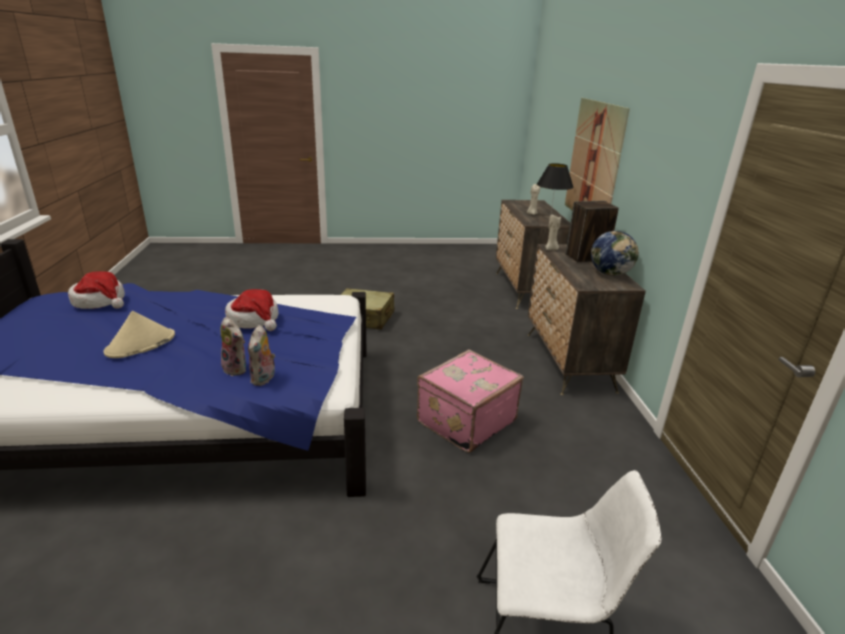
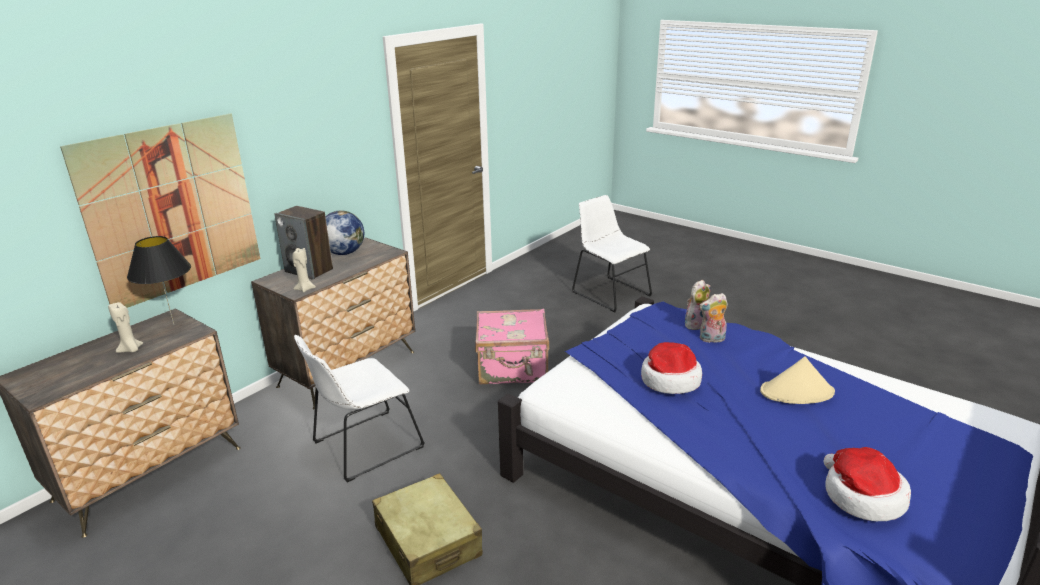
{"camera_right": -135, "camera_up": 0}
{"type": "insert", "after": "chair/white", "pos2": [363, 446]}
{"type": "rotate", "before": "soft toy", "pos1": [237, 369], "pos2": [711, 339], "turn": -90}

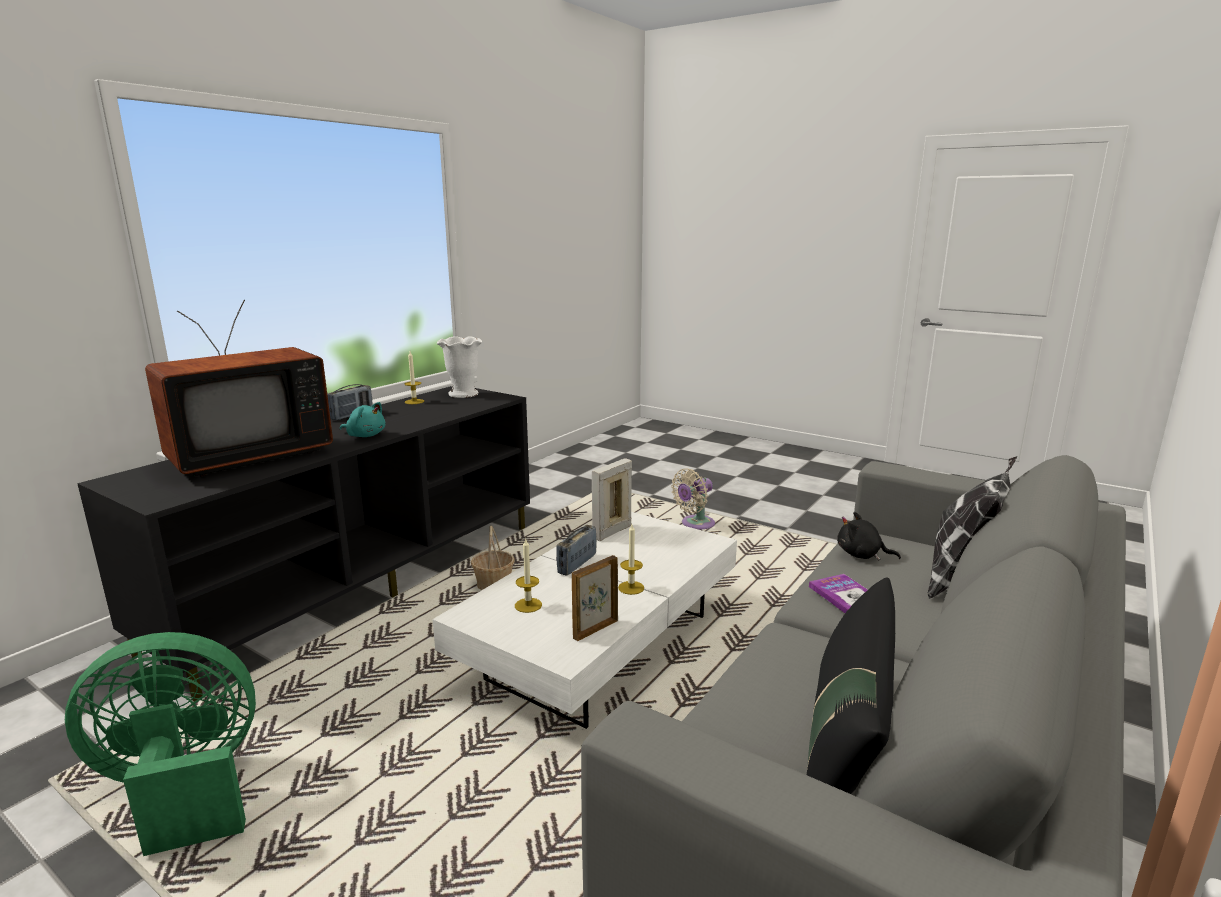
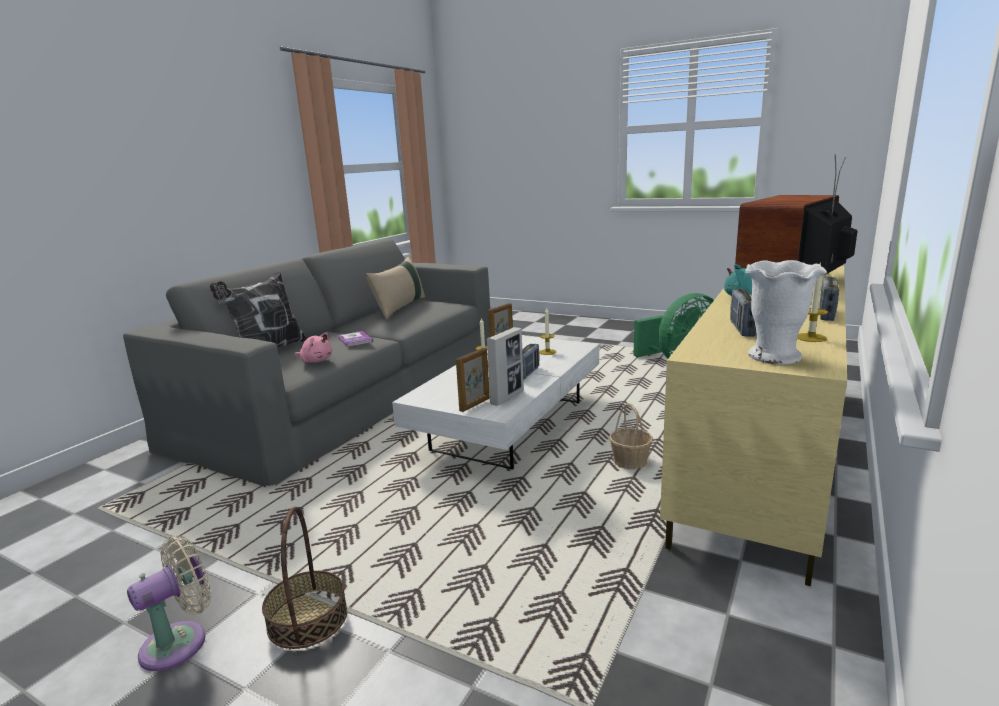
{"camera_right": 175, "camera_up": 0}
{"type": "move", "before": "fan/beige-coloured", "pos1": [695, 524], "pos2": [180, 642]}
{"type": "insert", "after": "storage basket", "pos2": [307, 618]}
{"type": "recolor", "before": "soft toy/black-coloured", "after": "soft toy/pink-coloured", "pos1": [862, 555], "pos2": [316, 361]}
{"type": "recolor", "before": "pillow/black-coloured", "after": "pillow/beige-coloured", "pos1": [846, 743], "pos2": [400, 308]}
{"type": "insert", "after": "standing frame", "pos2": [475, 404]}
{"type": "recolor", "before": "tv unit/black-coloured", "after": "tv unit/beige-coloured", "pos1": [362, 581], "pos2": [762, 453]}
{"type": "insert", "after": "radio receiver", "pos2": [742, 329]}

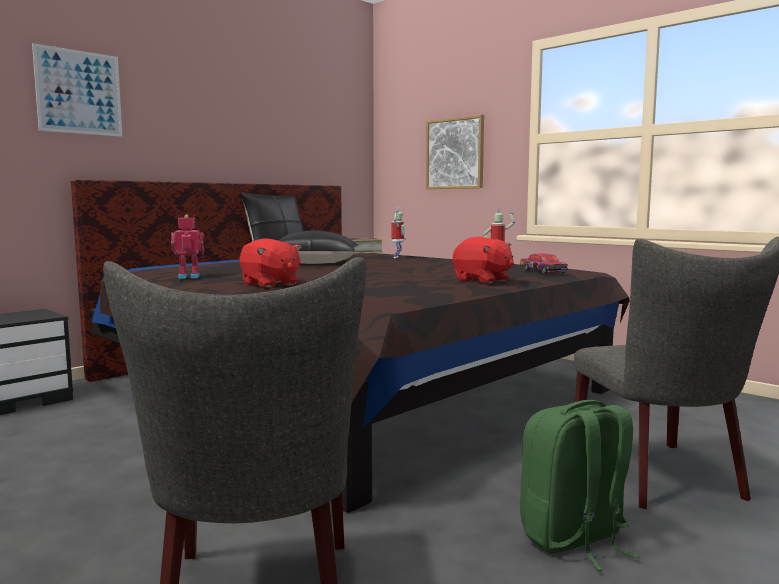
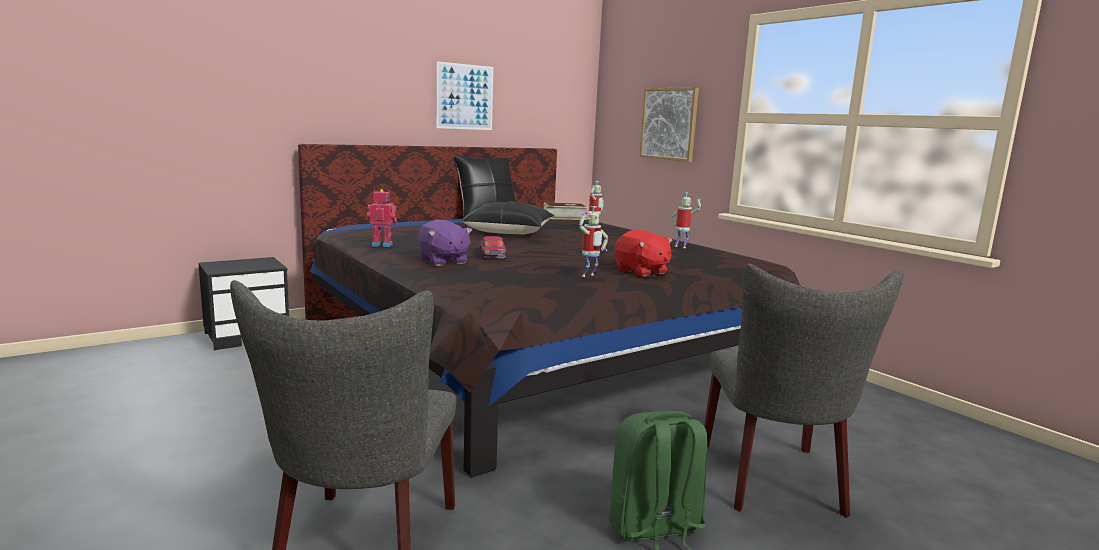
{"camera_right": 10, "camera_up": 5}
{"type": "recolor", "before": "soft toy/reddish", "after": "soft toy/purplish", "pos1": [270, 284], "pos2": [443, 261]}
{"type": "move", "before": "wall picture", "pos1": [79, 92], "pos2": [465, 97]}
{"type": "move", "before": "miniature car", "pos1": [543, 271], "pos2": [493, 255]}
{"type": "insert", "after": "toy robot", "pos2": [589, 276]}

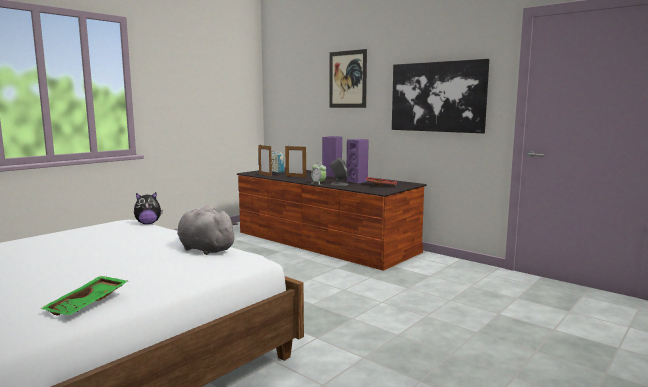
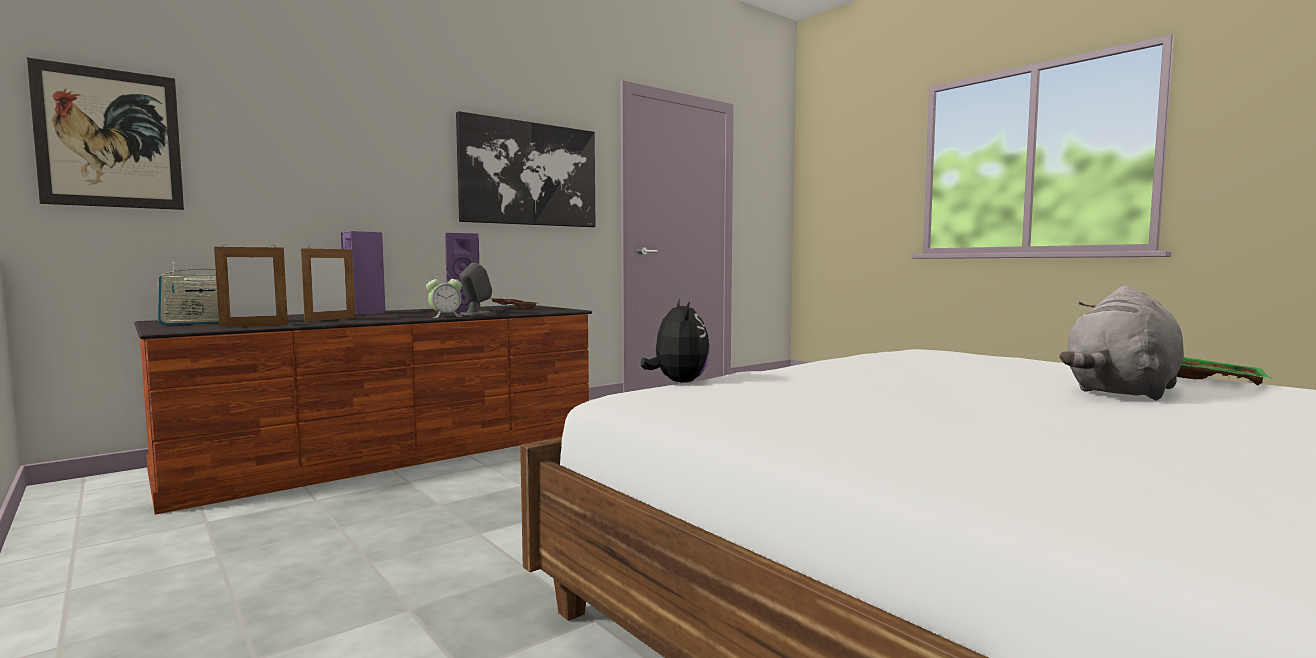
{"camera_right": -80, "camera_up": -5}
{"type": "move", "before": "wall picture", "pos1": [347, 79], "pos2": [110, 138]}
{"type": "move", "before": "soft toy/gray", "pos1": [204, 249], "pos2": [1122, 392]}

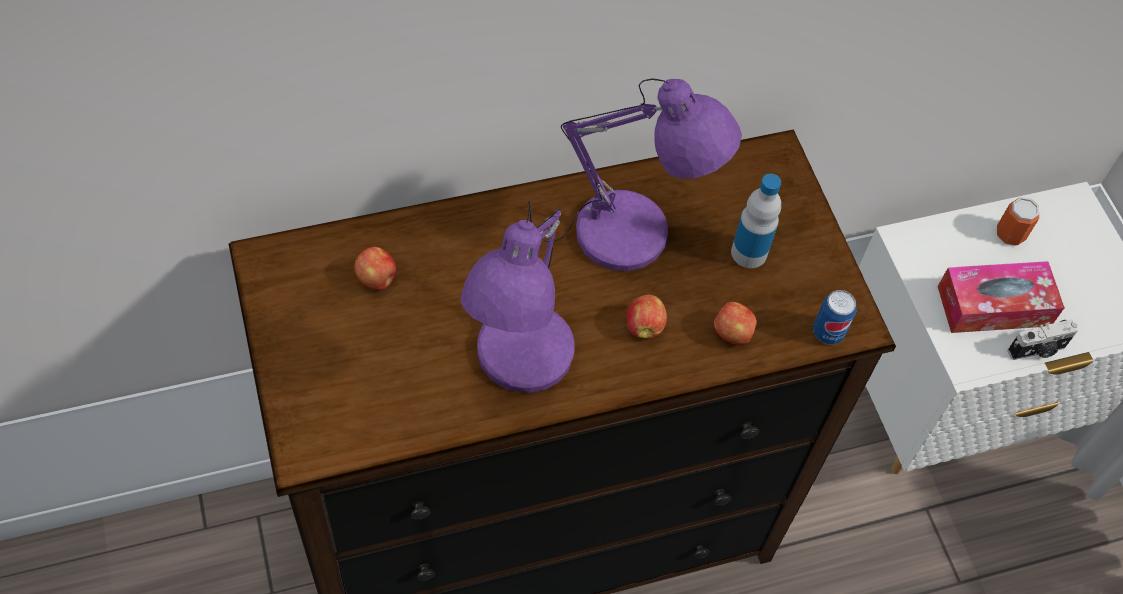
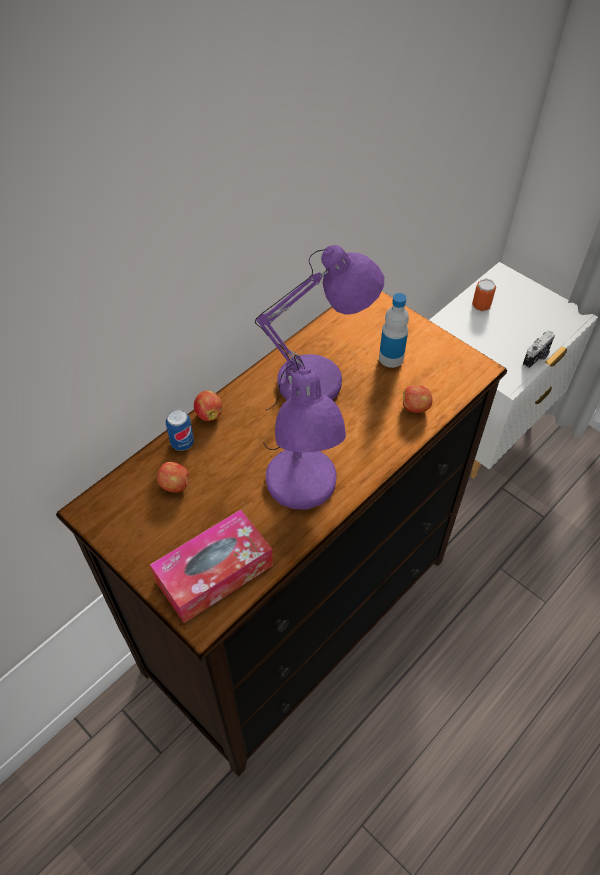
{"camera_right": -25, "camera_up": -5}
{"type": "move", "before": "box of tissues", "pos1": [994, 306], "pos2": [214, 573]}
{"type": "move", "before": "can", "pos1": [828, 332], "pos2": [182, 443]}
{"type": "move", "before": "whole apple", "pos1": [644, 326], "pos2": [209, 414]}

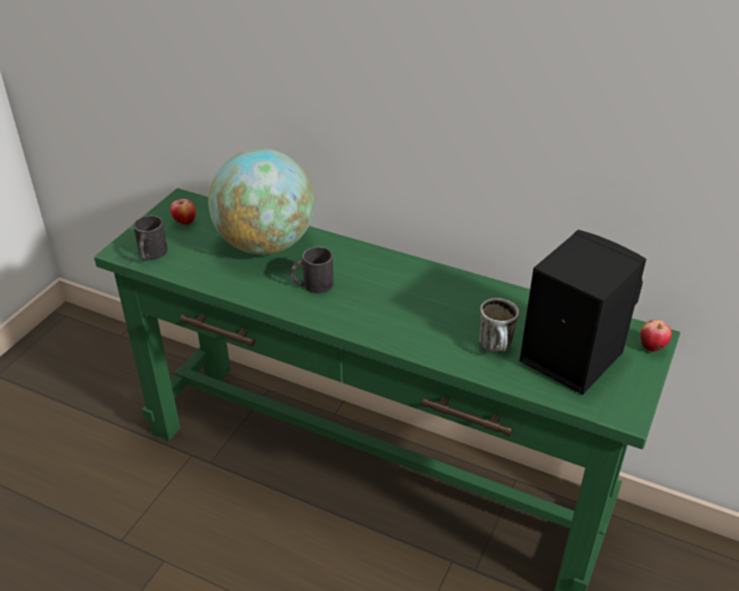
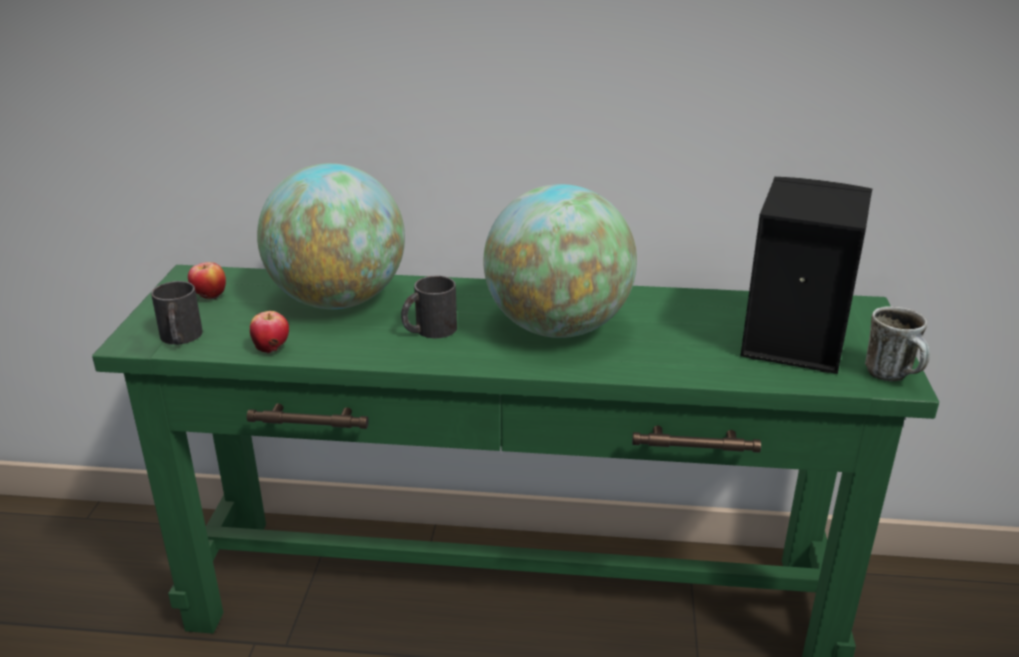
{"camera_right": -20, "camera_up": -10}
{"type": "move", "before": "whole apple", "pos1": [652, 347], "pos2": [272, 349]}
{"type": "insert", "after": "globe", "pos2": [558, 328]}
{"type": "move", "before": "mug", "pos1": [497, 348], "pos2": [894, 376]}

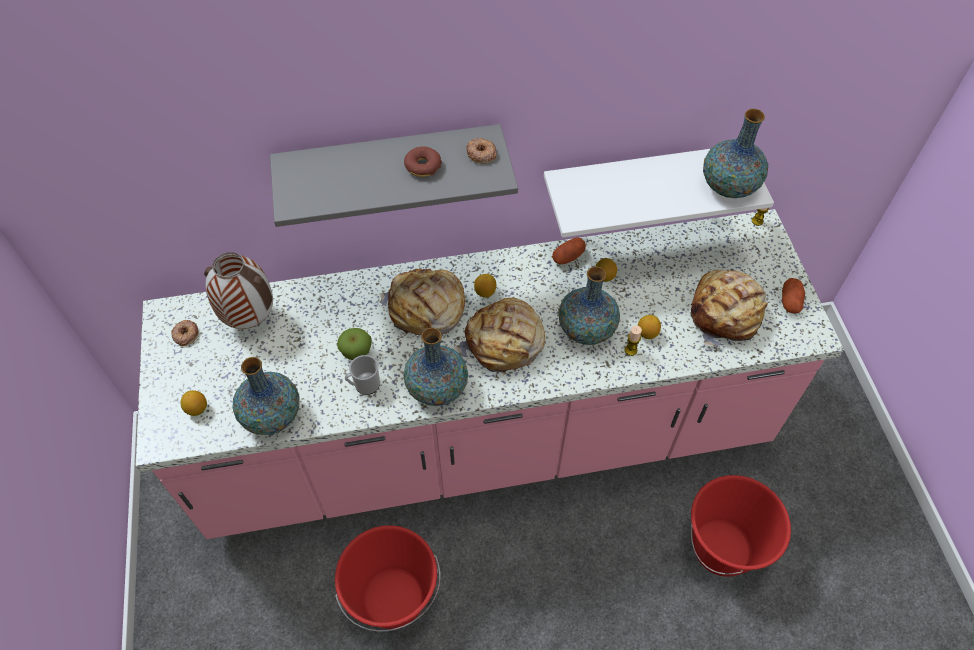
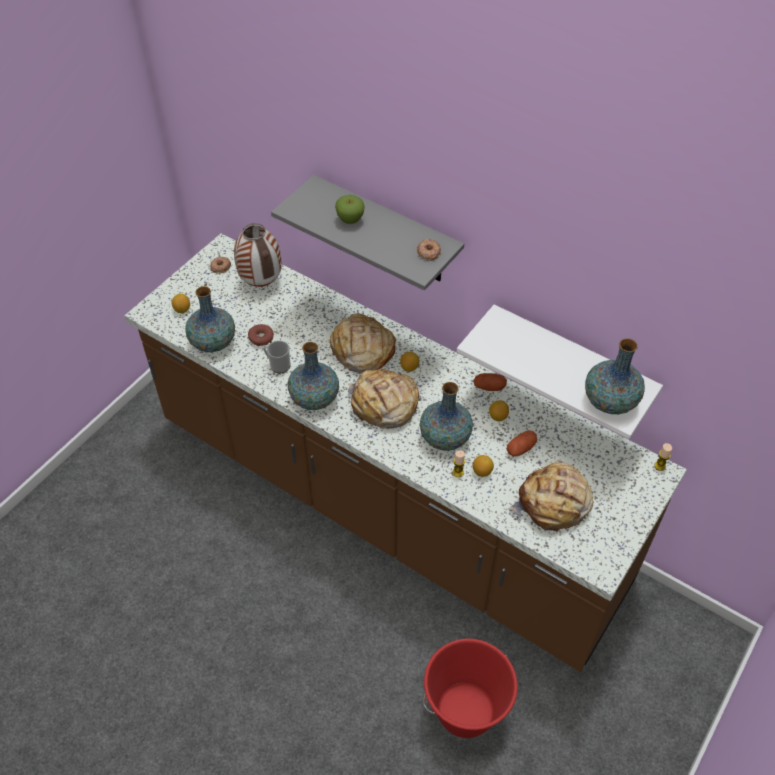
{"camera_right": 45, "camera_up": -5}
{"type": "recolor", "before": "kitchen counter/pink-coloured", "after": "kitchen counter/brownish", "pos1": [487, 439], "pos2": [387, 503]}
{"type": "move", "before": "ring doughnut", "pos1": [422, 166], "pos2": [261, 338]}
{"type": "move", "before": "whole apple", "pos1": [356, 353], "pos2": [350, 220]}
{"type": "move", "before": "spud", "pos1": [790, 301], "pos2": [521, 448]}
{"type": "delete", "before": "pail/reddish", "pos1": [393, 598]}

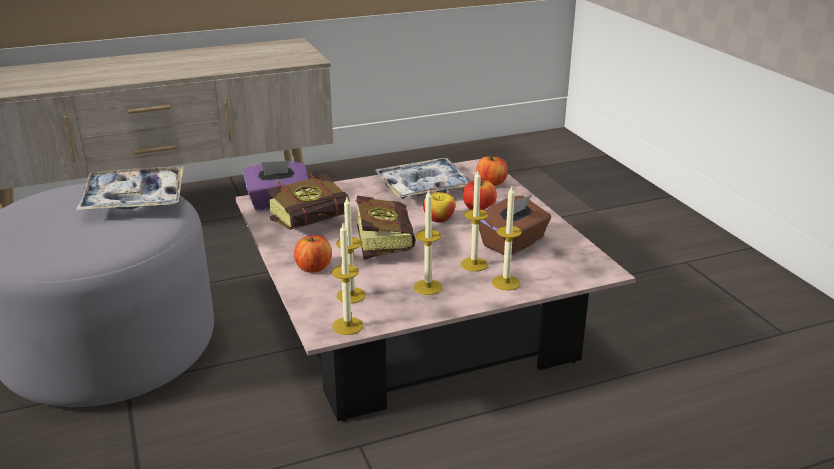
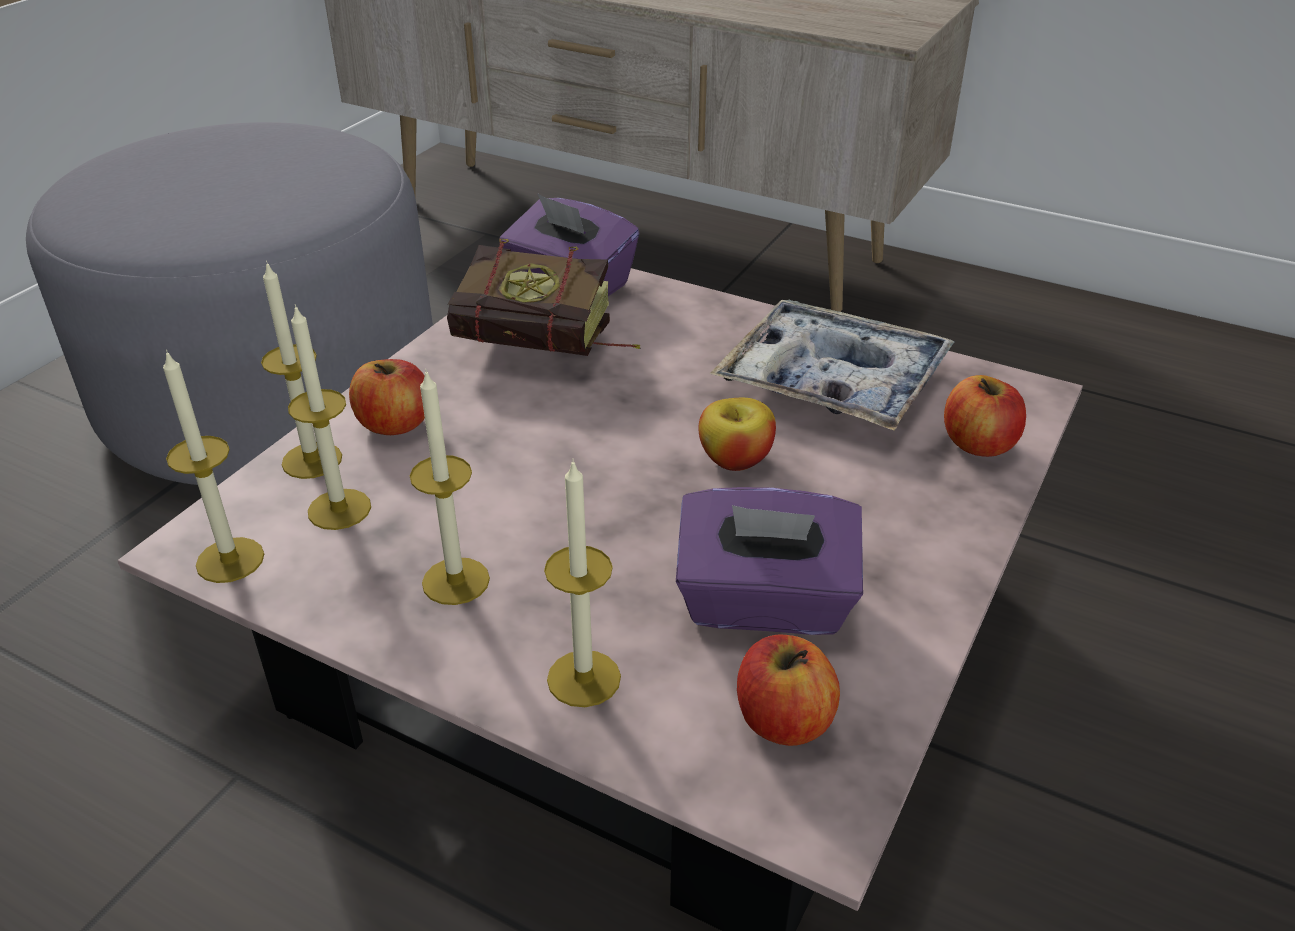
{"camera_right": 50, "camera_up": 10}
{"type": "move", "before": "candle", "pos1": [474, 264], "pos2": [312, 460]}
{"type": "recolor", "before": "box of tissues/brownish", "after": "box of tissues/purplish", "pos1": [513, 243], "pos2": [765, 604]}
{"type": "move", "before": "whole apple", "pos1": [479, 209], "pos2": [783, 720]}
{"type": "delete", "before": "tray", "pos1": [134, 200]}
{"type": "delete", "before": "volume", "pos1": [383, 243]}

